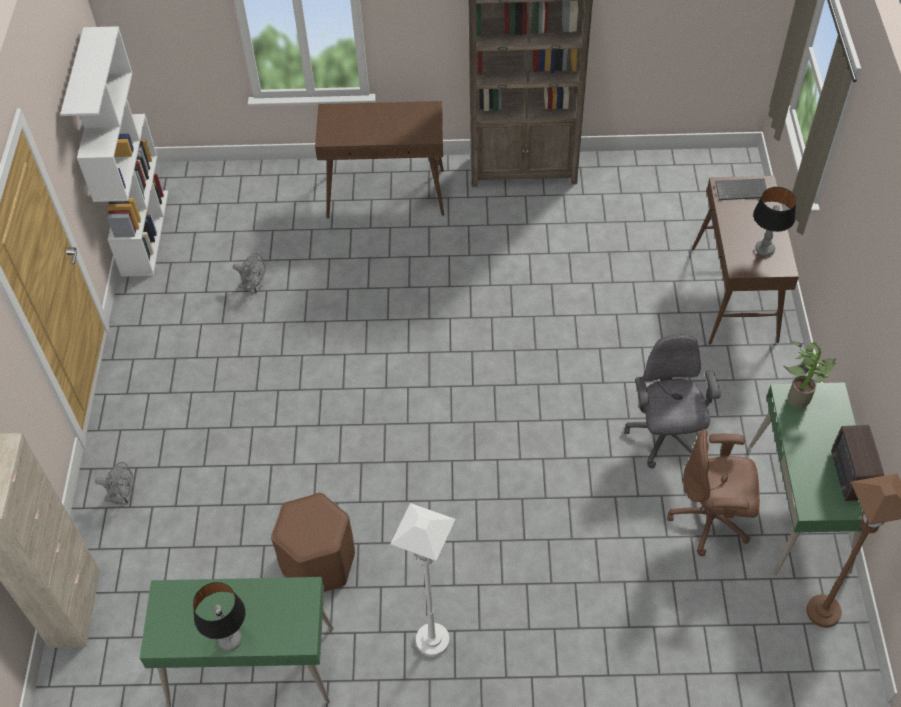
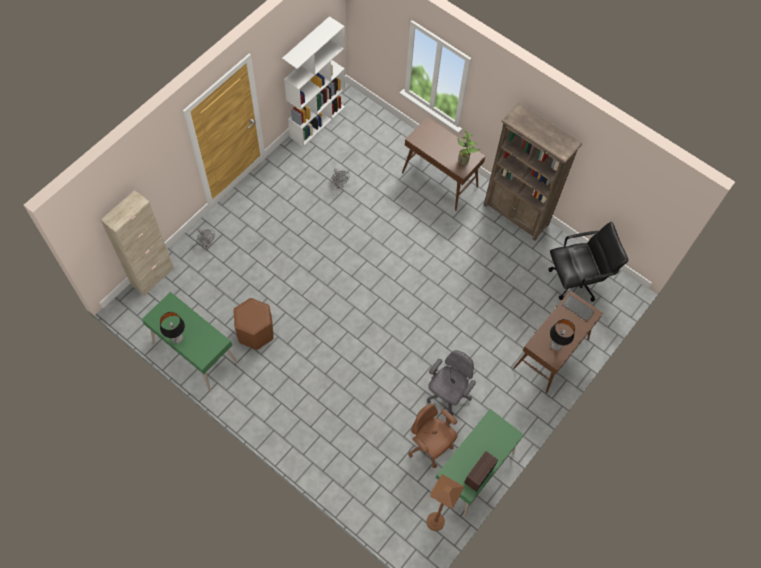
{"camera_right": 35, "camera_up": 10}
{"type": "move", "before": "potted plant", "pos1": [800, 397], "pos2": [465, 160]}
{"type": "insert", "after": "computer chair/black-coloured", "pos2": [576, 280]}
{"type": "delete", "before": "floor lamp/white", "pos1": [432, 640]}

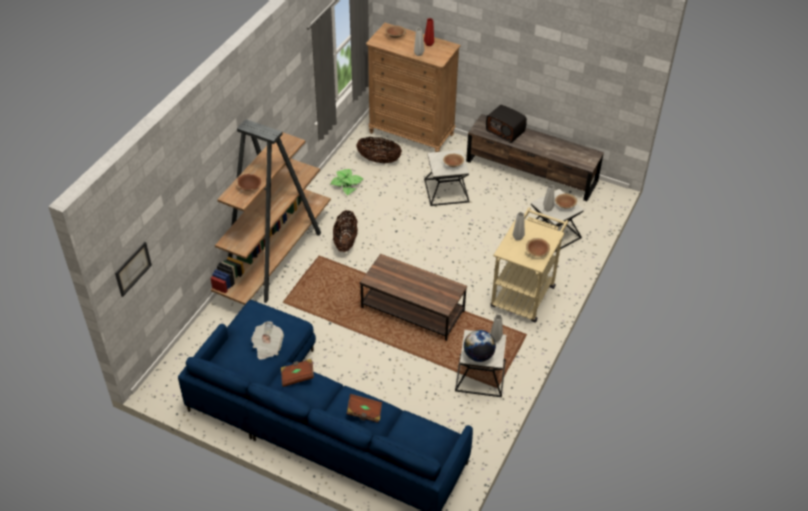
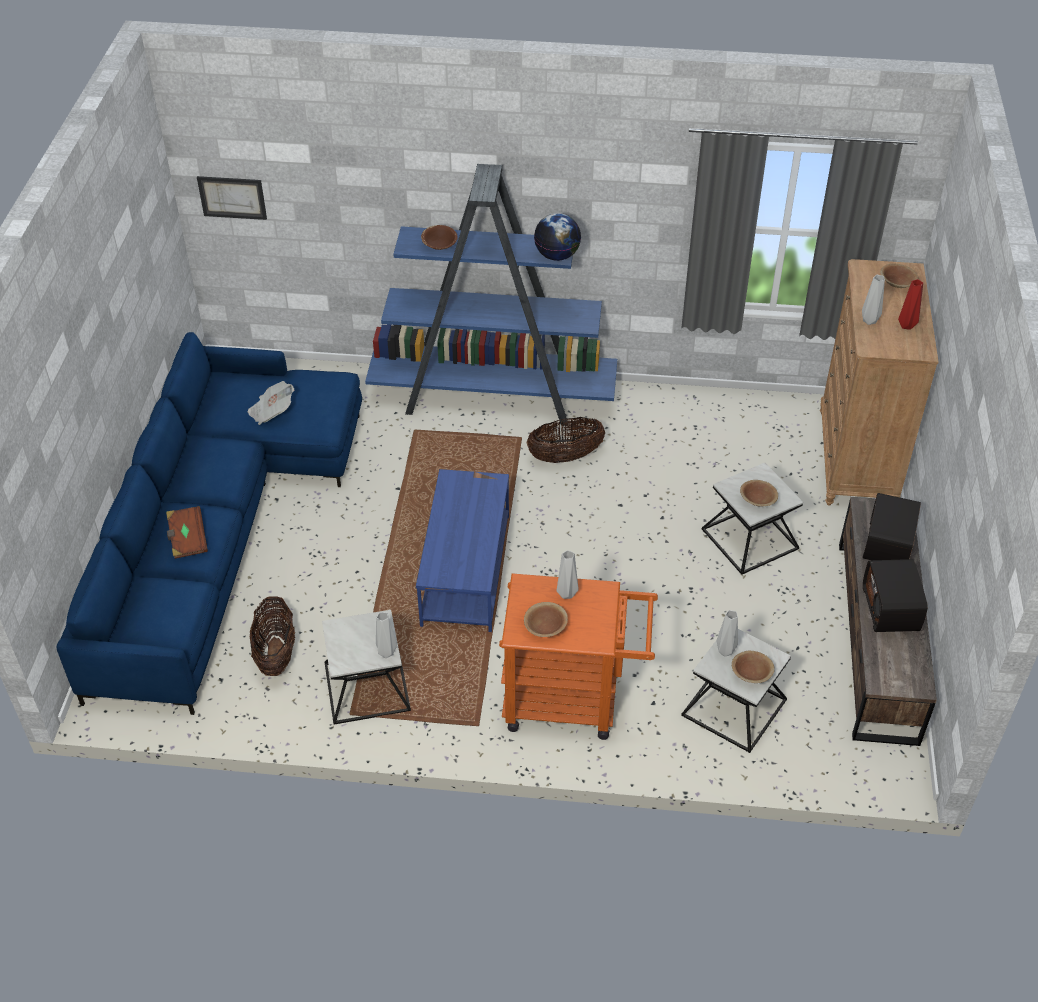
{"camera_right": 70, "camera_up": 0}
{"type": "move", "before": "storage basket", "pos1": [379, 160], "pos2": [276, 653]}
{"type": "recolor", "before": "bookcase/brownish", "after": "bookcase/blue", "pos1": [275, 257], "pos2": [493, 396]}
{"type": "recolor", "before": "coffee table/brownish", "after": "coffee table/blue", "pos1": [412, 309], "pos2": [465, 569]}
{"type": "recolor", "before": "wheeled cart/beige-coloured", "after": "wheeled cart/orangey", "pos1": [525, 292], "pos2": [573, 701]}
{"type": "move", "before": "globe", "pos1": [478, 355], "pos2": [557, 256]}
{"type": "insert", "after": "radio receiver", "pos2": [892, 609]}
{"type": "delete", "before": "volume/brownish", "pos1": [297, 376]}
{"type": "delete", "before": "potted plant", "pos1": [347, 184]}

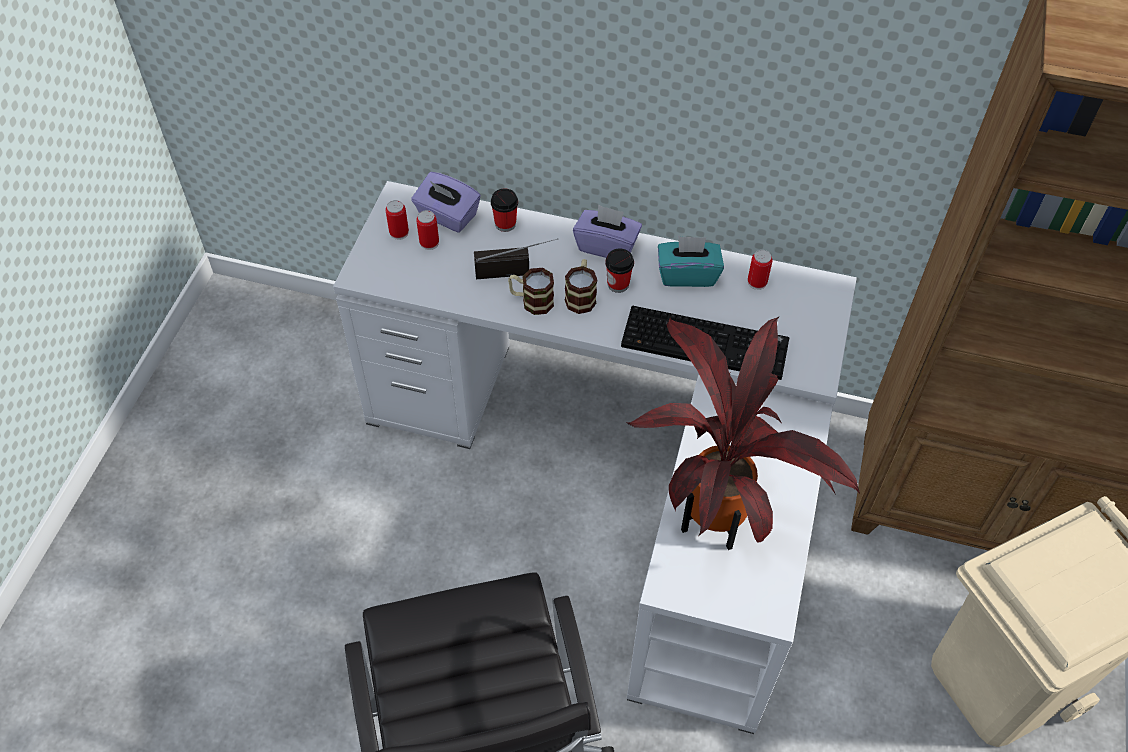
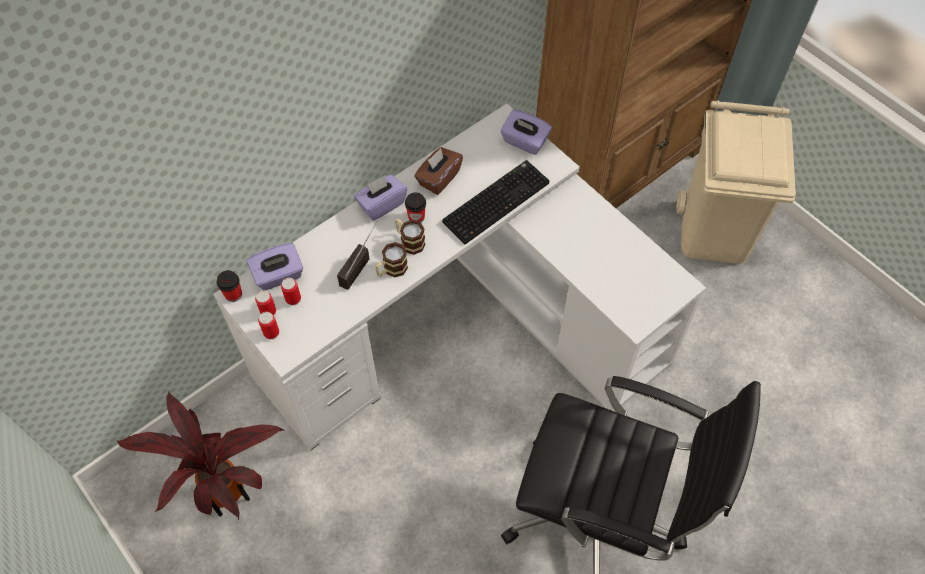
{"camera_right": -55, "camera_up": 5}
{"type": "move", "before": "potted plant", "pos1": [720, 515], "pos2": [228, 489]}
{"type": "move", "before": "small cup", "pos1": [505, 224], "pos2": [233, 294]}
{"type": "move", "before": "can", "pos1": [757, 282], "pos2": [271, 333]}
{"type": "recolor", "before": "box of tissues/blue-green", "after": "box of tissues/brownish", "pos1": [687, 274], "pos2": [438, 178]}
{"type": "insert", "after": "box of tissues/purplish", "pos2": [524, 142]}

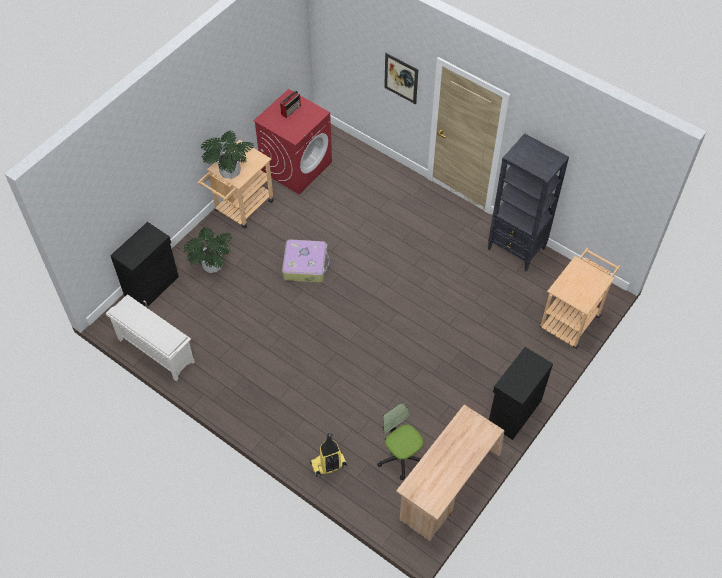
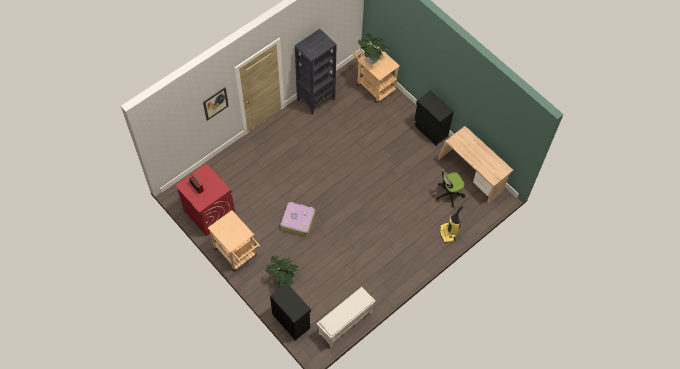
{"camera_right": -80, "camera_up": 5}
{"type": "move", "before": "potted plant", "pos1": [230, 172], "pos2": [371, 59]}

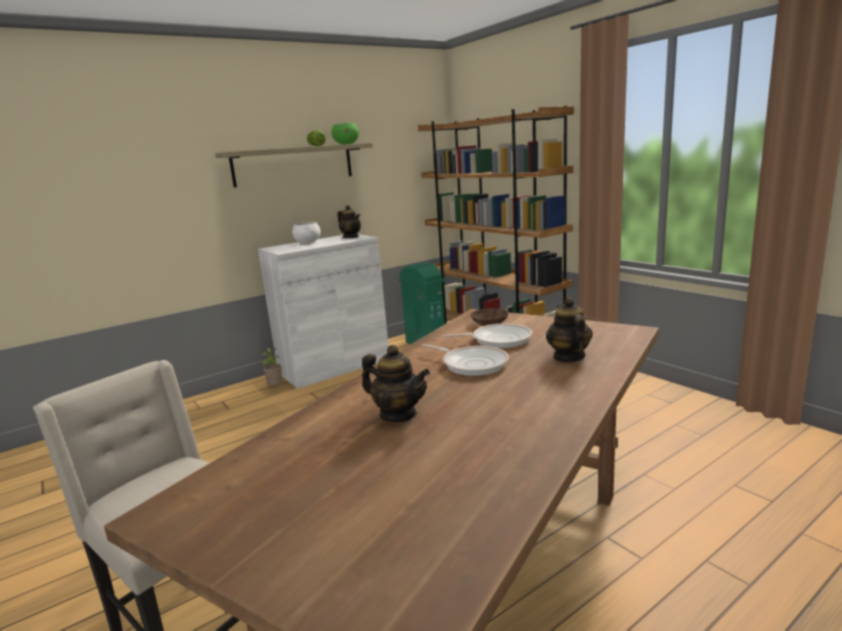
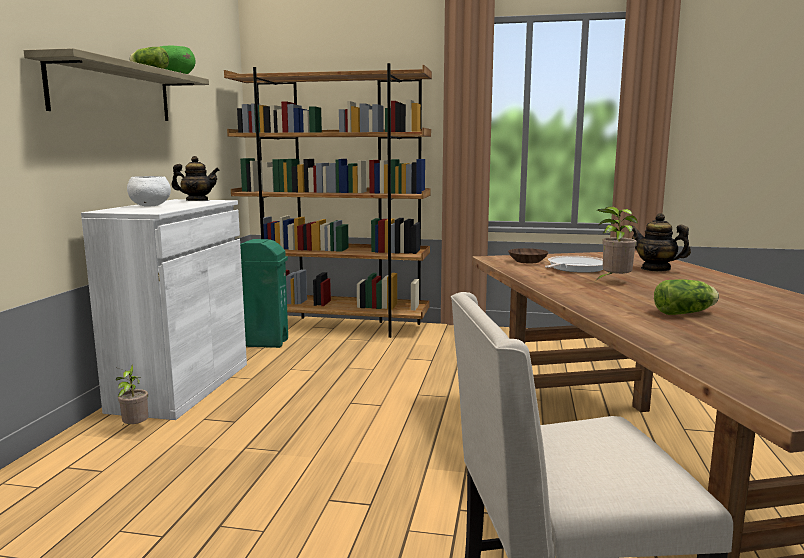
{"camera_right": -45, "camera_up": -5}
{"type": "replace", "before": "pan", "after": "potted plant", "pos1": [472, 364], "pos2": [613, 281]}
{"type": "replace", "before": "teapot", "after": "head of lettuce", "pos1": [398, 414], "pos2": [686, 313]}

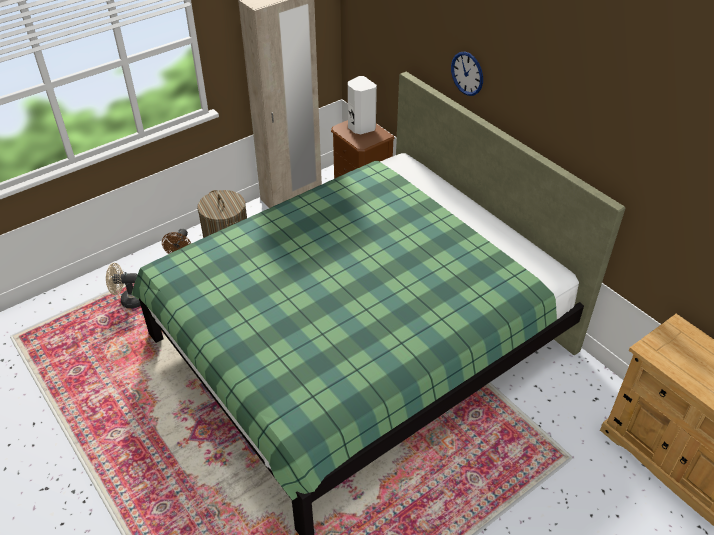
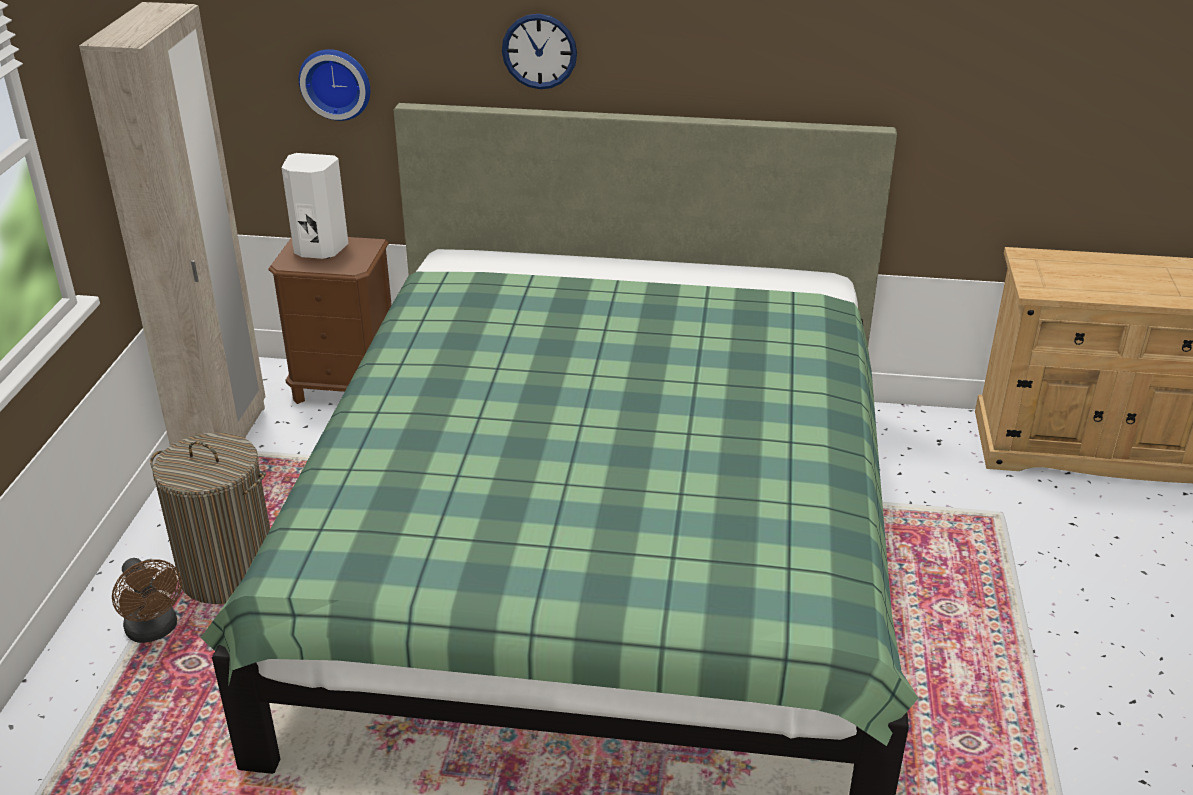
{"camera_right": -45, "camera_up": -10}
{"type": "insert", "after": "wall clock", "pos2": [336, 83]}
{"type": "delete", "before": "fan/beige-coloured", "pos1": [129, 300]}

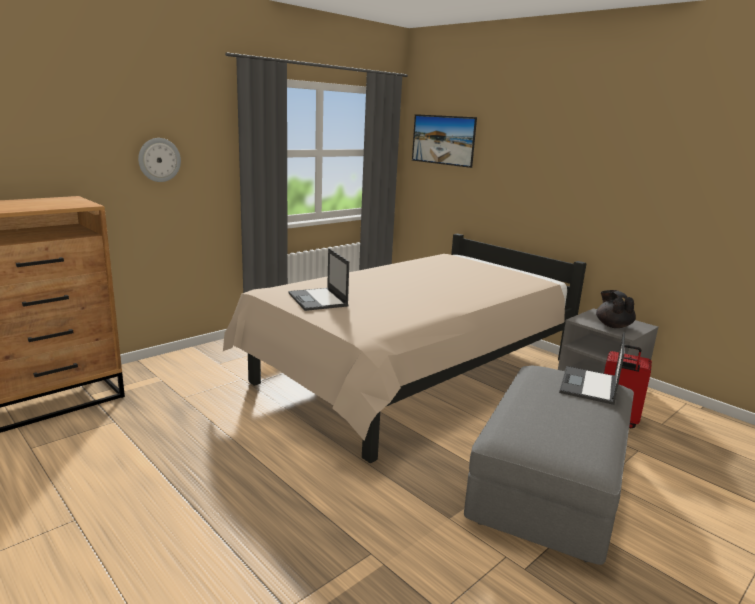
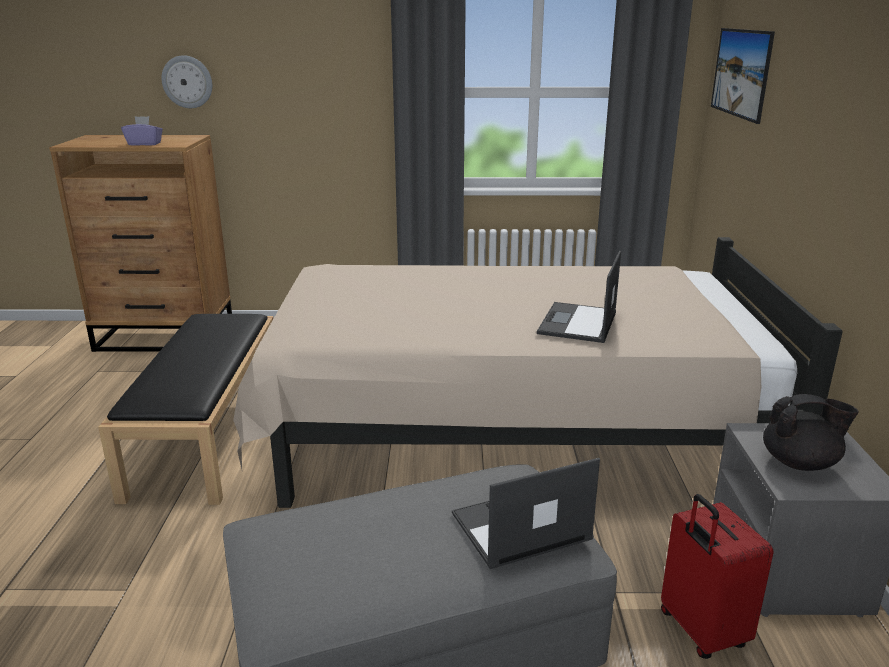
{"camera_right": 45, "camera_up": 5}
{"type": "insert", "after": "bench/black-coloured", "pos2": [209, 432]}
{"type": "insert", "after": "box of tissues/purplish", "pos2": [144, 144]}
{"type": "move", "before": "wall clock", "pos1": [159, 160], "pos2": [187, 82]}
{"type": "move", "before": "portable computer", "pos1": [318, 300], "pos2": [578, 323]}
{"type": "rotate", "before": "teapot/black-coloured", "pos1": [613, 325], "pos2": [800, 463], "turn": 60}

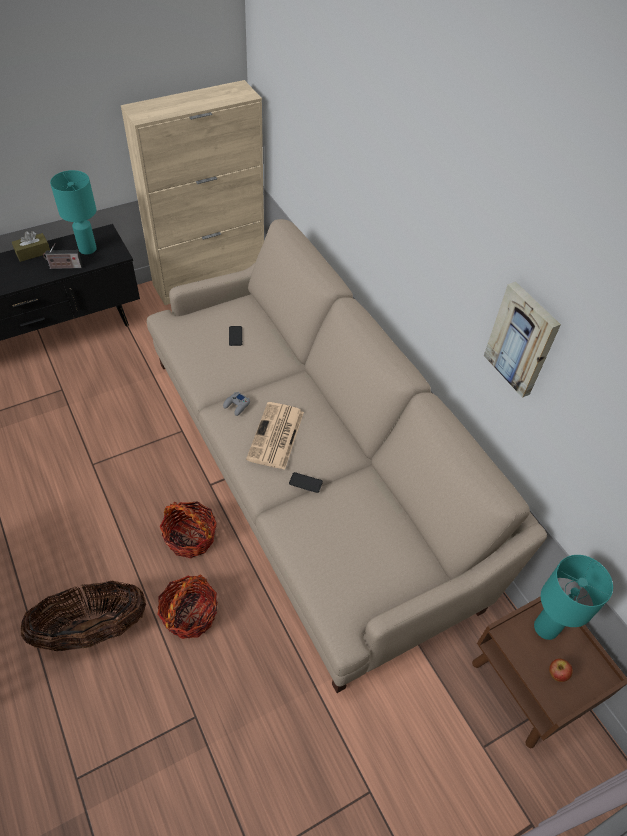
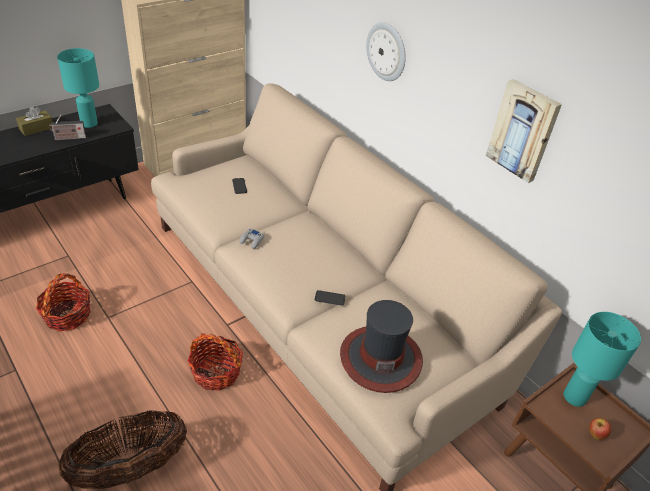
{"camera_right": -10, "camera_up": -10}
{"type": "move", "before": "storage basket", "pos1": [190, 614], "pos2": [67, 315]}
{"type": "insert", "after": "clothing hat", "pos2": [380, 358]}
{"type": "insert", "after": "wall clock", "pos2": [387, 51]}
{"type": "delete", "before": "newspaper", "pos1": [276, 437]}

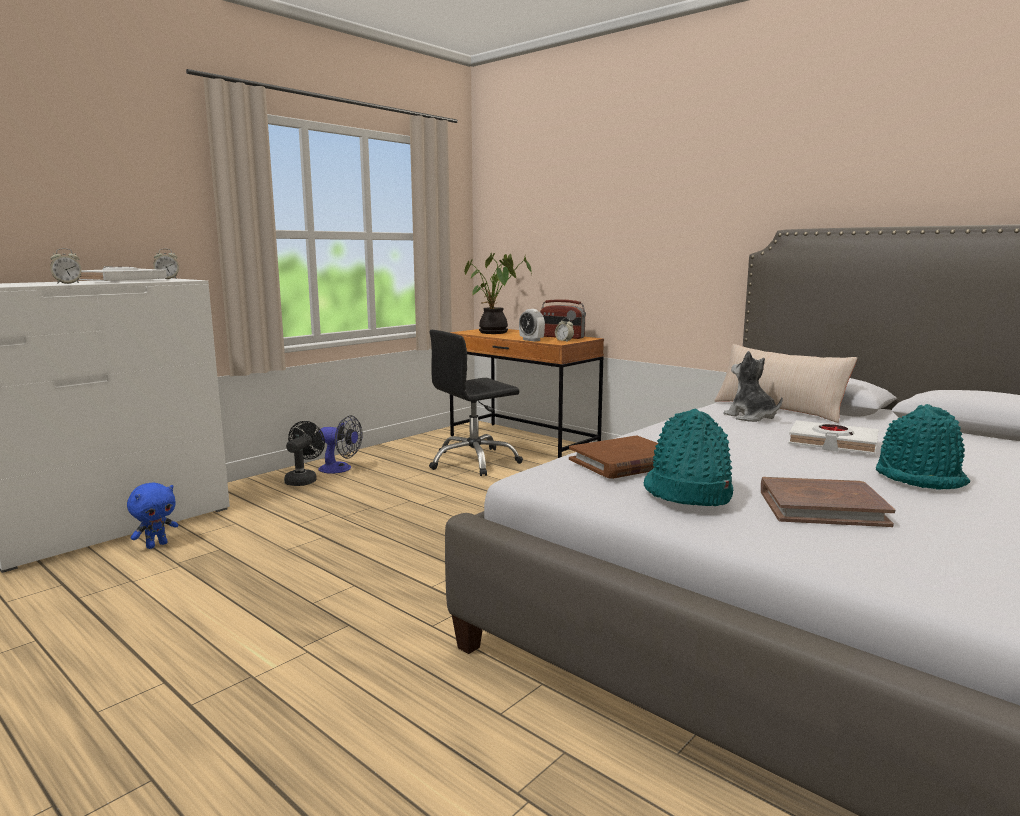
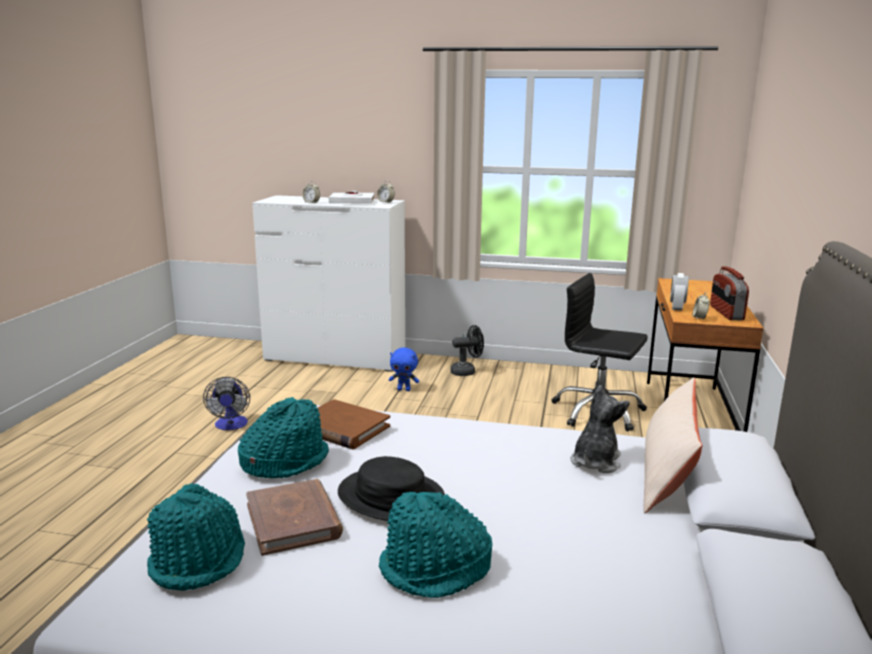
{"camera_right": 60, "camera_up": 5}
{"type": "insert", "after": "clothing hat/blue-green", "pos2": [199, 560]}
{"type": "move", "before": "fan", "pos1": [340, 469], "pos2": [231, 425]}
{"type": "insert", "after": "clothing hat/black-coloured", "pos2": [390, 496]}
{"type": "move", "before": "soft toy/blue", "pos1": [156, 545], "pos2": [404, 389]}
{"type": "delete", "before": "potted plant", "pos1": [495, 333]}
{"type": "delete", "before": "volume/white", "pos1": [832, 443]}

